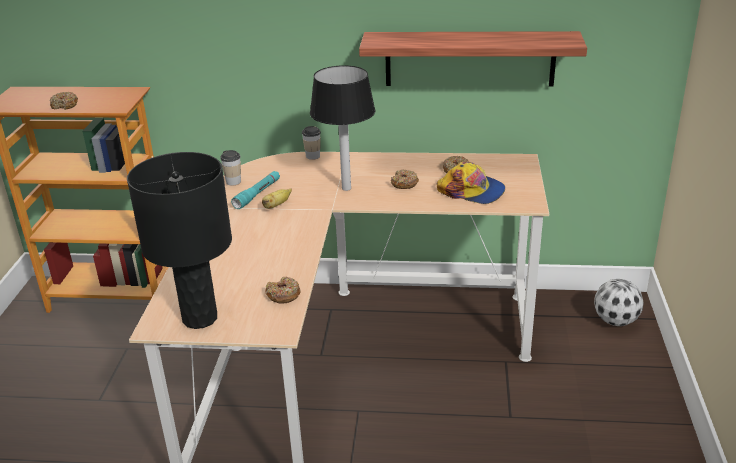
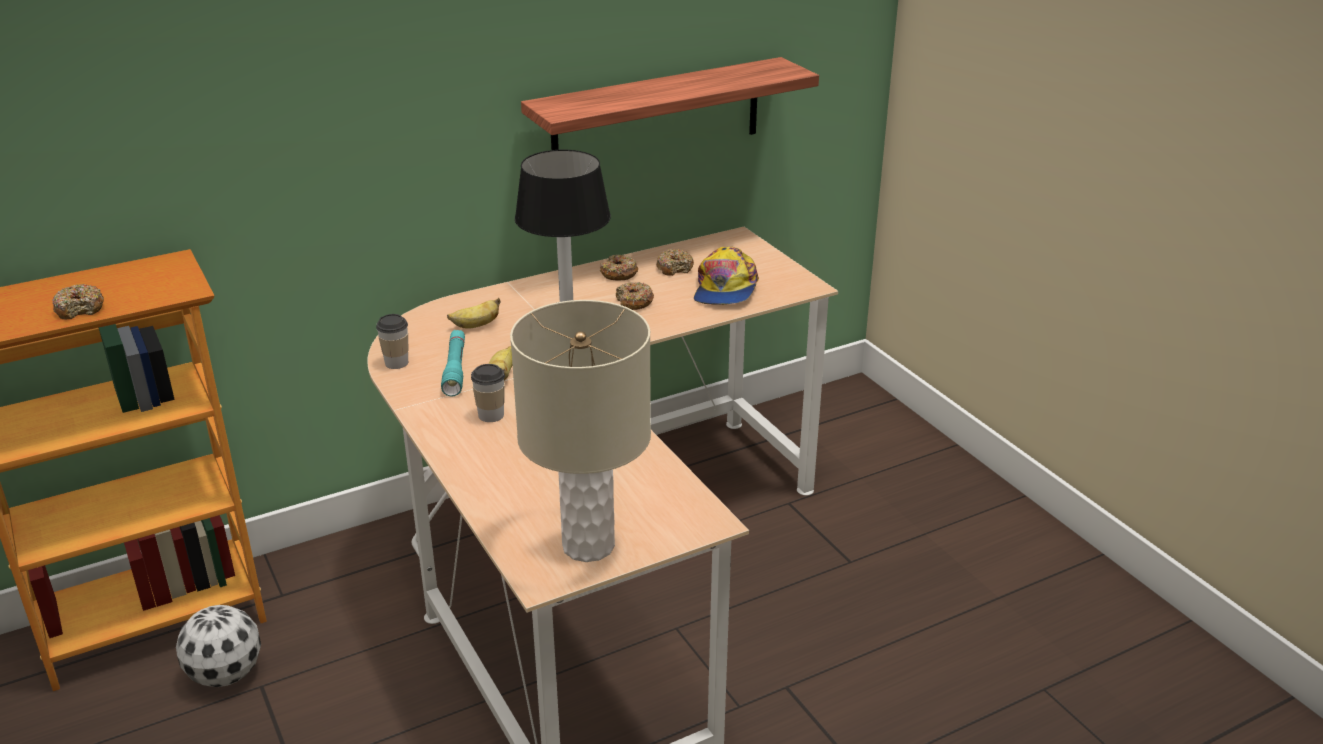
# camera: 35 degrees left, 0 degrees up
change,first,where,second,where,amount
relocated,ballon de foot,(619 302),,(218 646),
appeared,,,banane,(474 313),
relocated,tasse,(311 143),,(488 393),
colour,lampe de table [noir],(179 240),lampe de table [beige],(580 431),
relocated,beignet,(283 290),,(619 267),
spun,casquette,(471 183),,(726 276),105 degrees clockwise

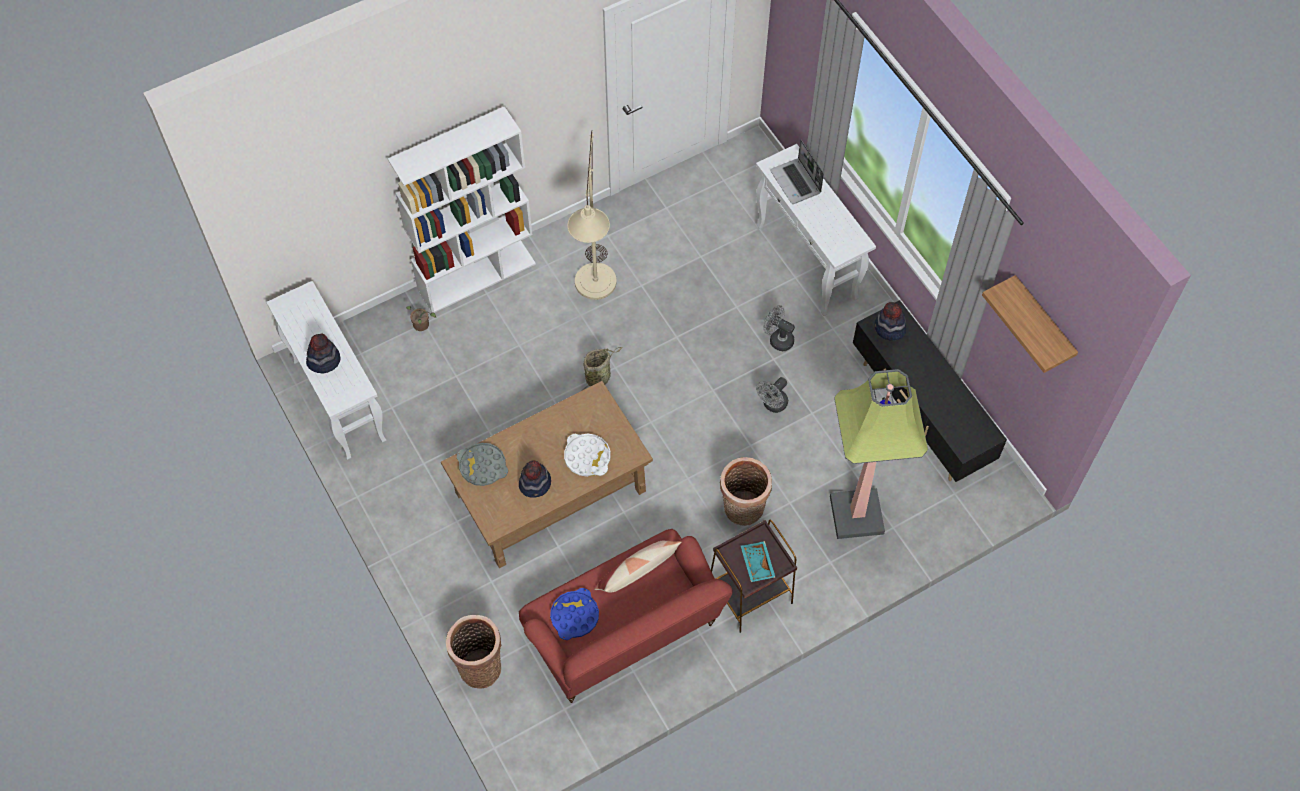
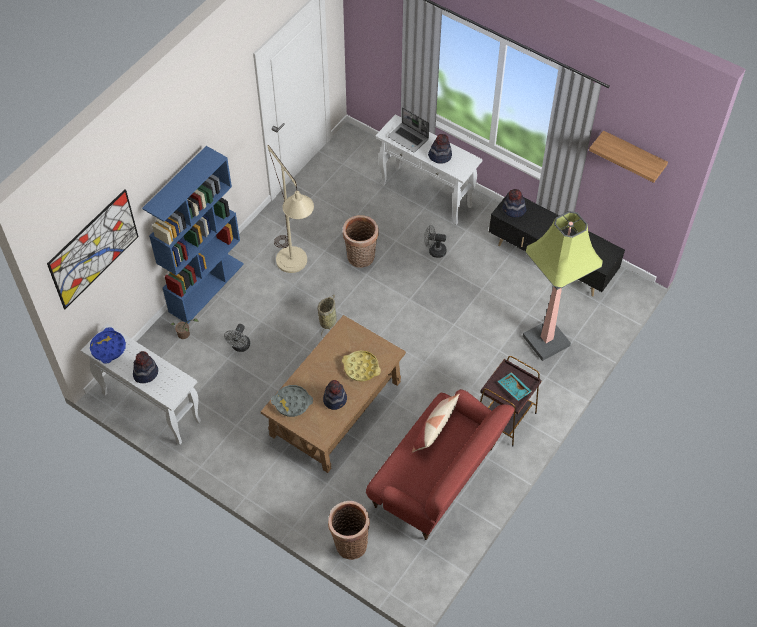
# camera: 25 degrees left, 5 degrees down
change,first,where,second,where,amount
appeared,,,tableau,(93 249),
relocated,plateau [bleu],(574 614),,(108 345),
colour,bibliothèque [blanc],(462 209),bibliothèque [bleu],(193 235),
relocated,ventilateur [gris],(772 395),,(237 338),
colour,plateau [blanc],(587 455),plateau [jaune],(361 366),
relocated,panier,(746 491),,(360 241),
appeared,,,chapeau,(440 149),

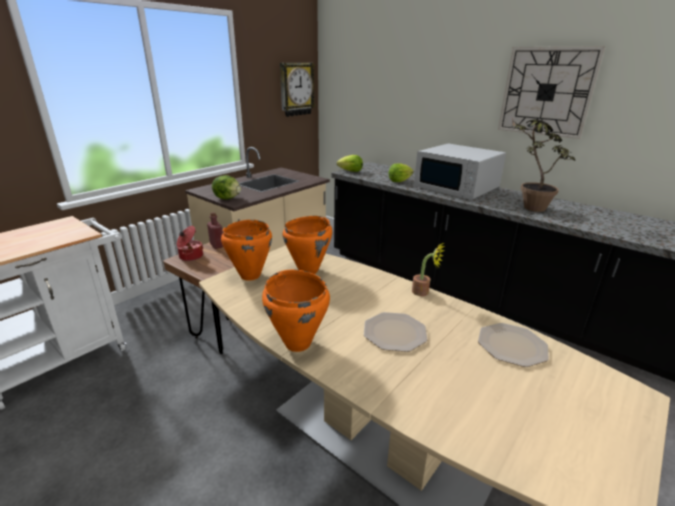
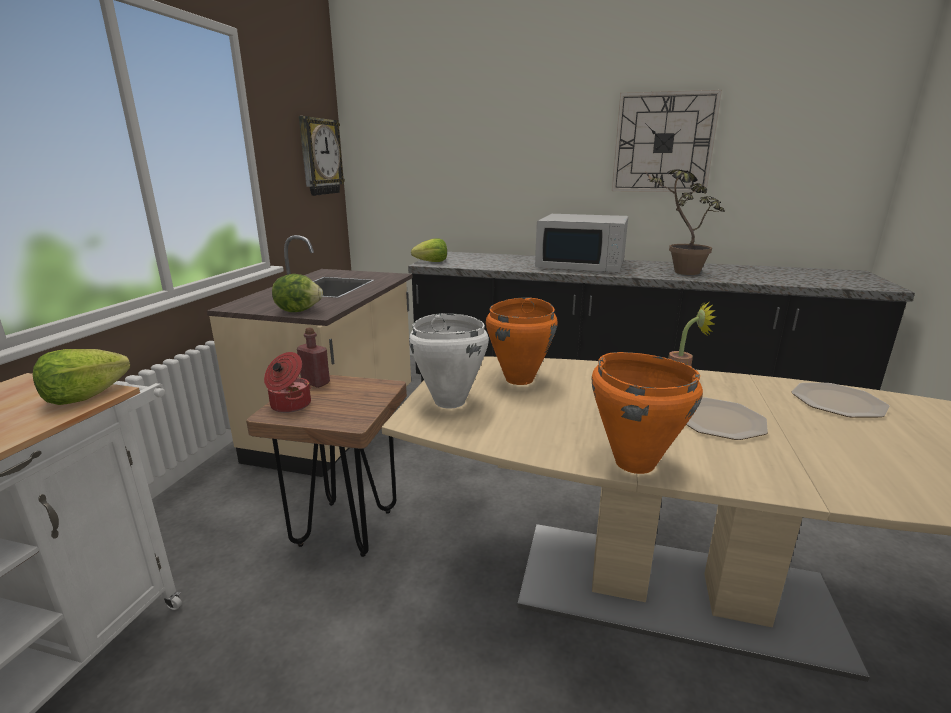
# camera: 25 degrees left, 5 degrees down
change,first,where,second,where,amount
relocated,laitue,(401 172),,(81 377),
colour,marmite [orange],(246 250),marmite [blanc],(449 361),

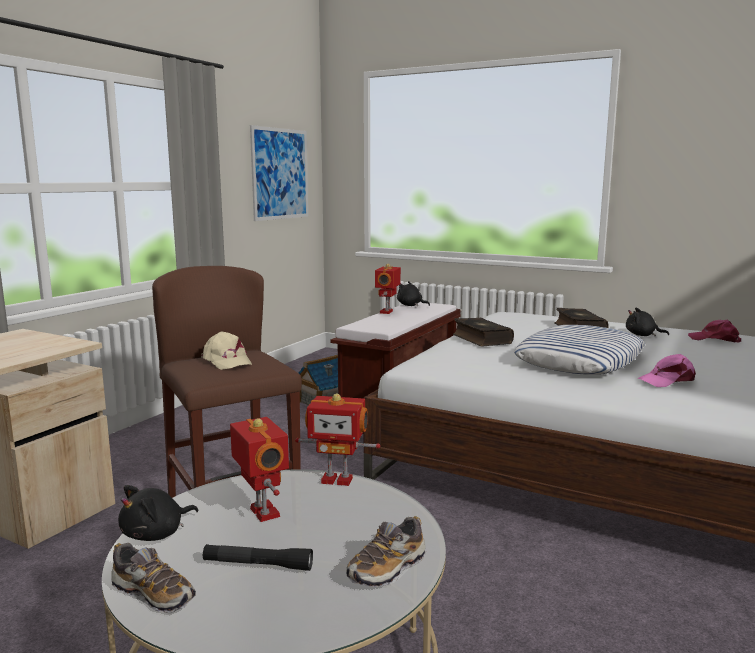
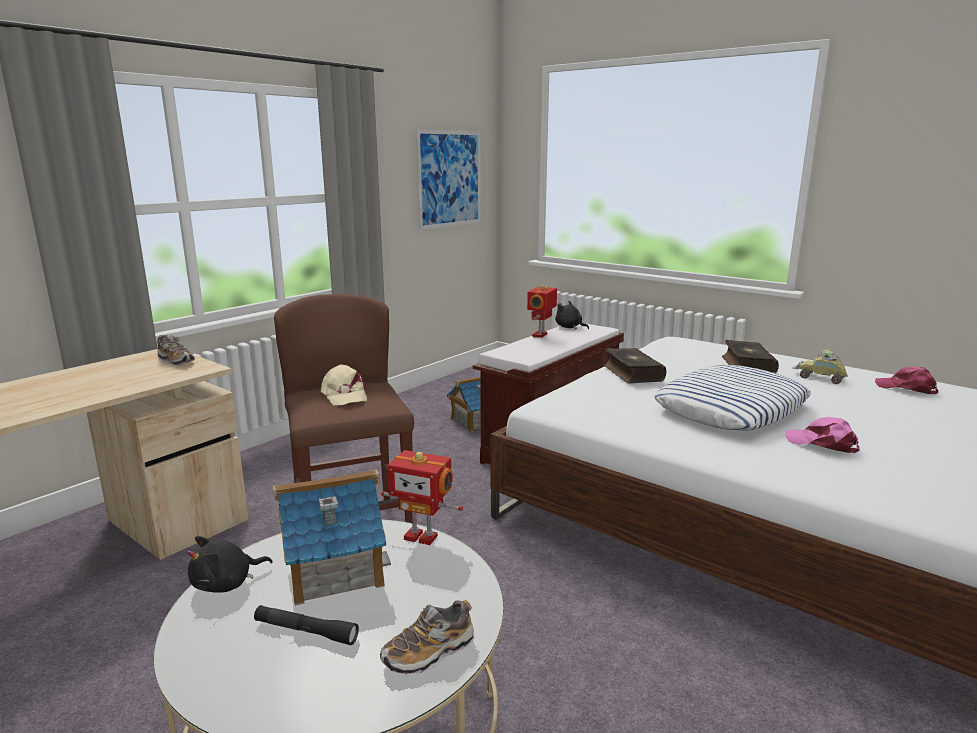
# camera: 10 degrees right, 5 degrees up
change,first,where,second,where,amount
relocated,chaussure,(153 578),,(176 350),
exchanged,robot jouet,(259 469),maison miniature,(332 537),
spun,casquette [rose],(666 370),,(822 435),45 degrees clockwise
exchanged,peluche [noir],(647 321),petite voiture,(820 367),

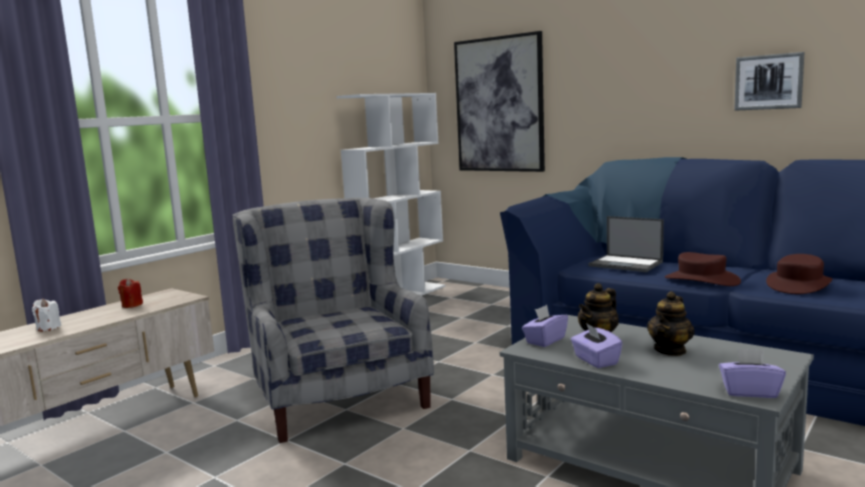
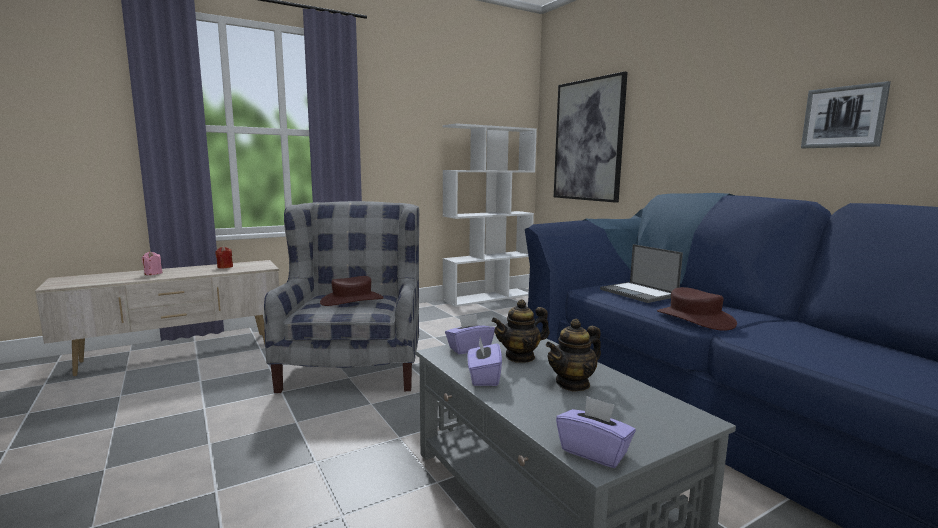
# camera: 20 degrees right, 0 degrees up
change,first,where,second,where,amount
colour,bougie [blanc],(47 315),bougie [rose],(152 263),
relocated,chapeau [marron],(799 274),,(352 291),

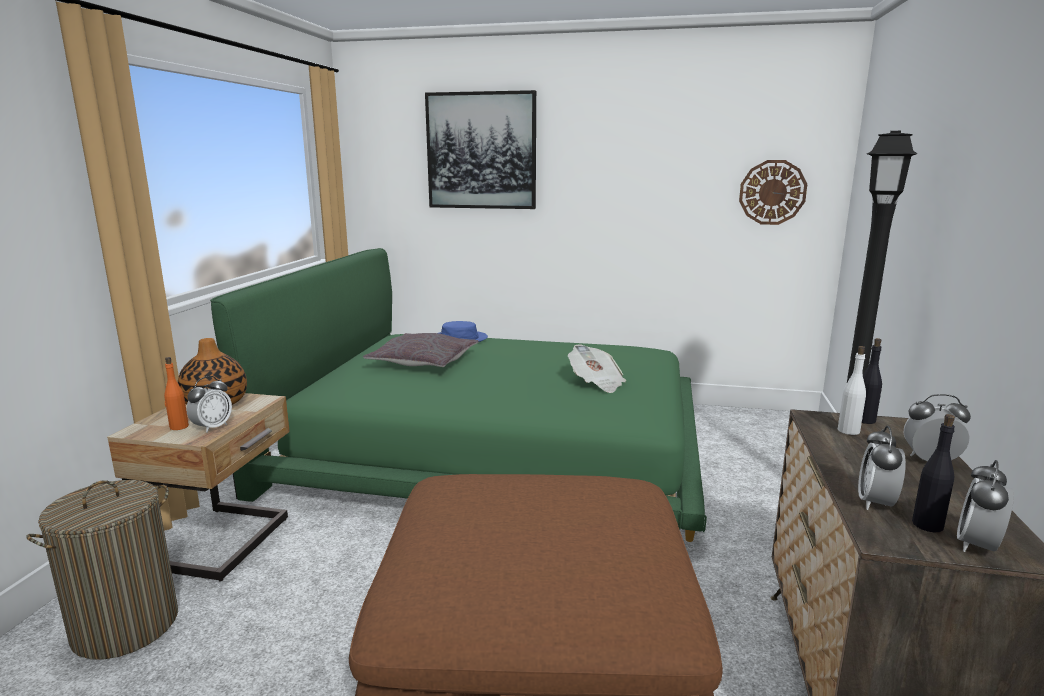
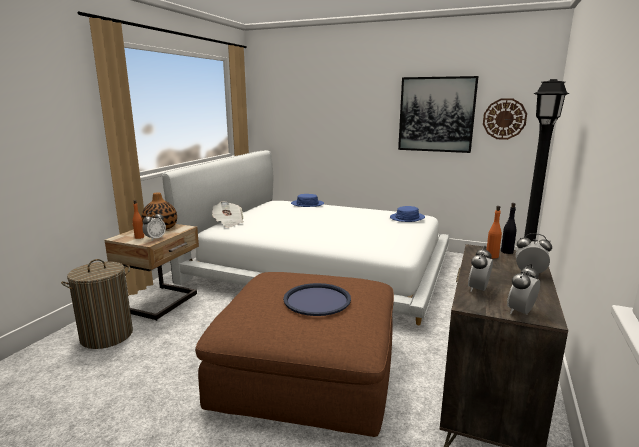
# camera: 10 degrees right, 0 degrees up
change,first,where,second,where,amount
colour,lit [vert],(458 395),lit [blanc],(306 237),
relocated,journal,(597 368),,(228 214),
appeared,,,plateau [bleu],(317 299),
appeared,,,chapeau [bleu],(407 214),
relocated,tableau,(480 149),,(438 114),
colour,bouteille [blanc],(852 390),bouteille [orange],(494 232),
missing,coussin [gris],(420 350),,,
missing,bouteille [noir],(933 473),,,

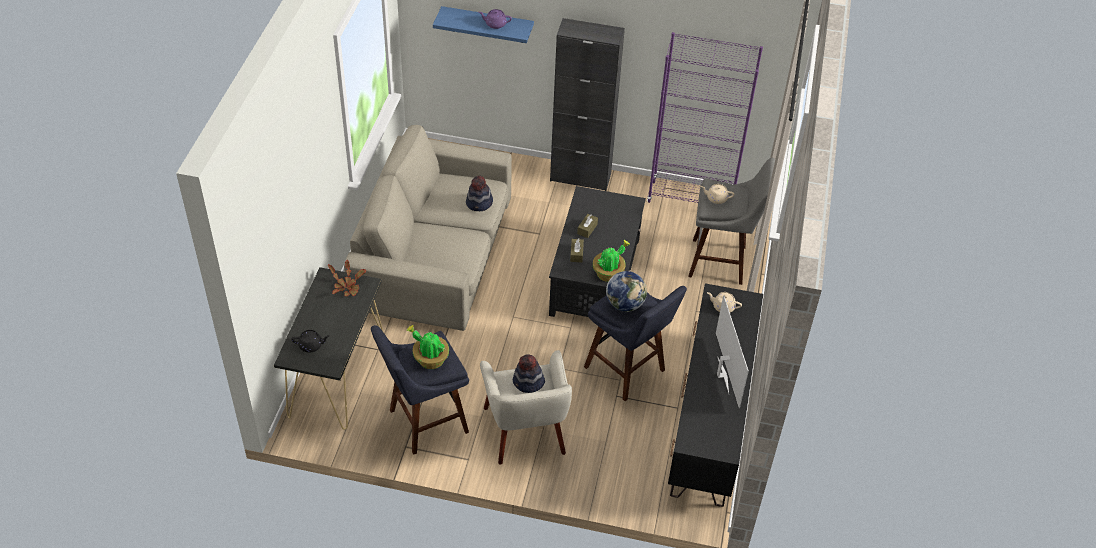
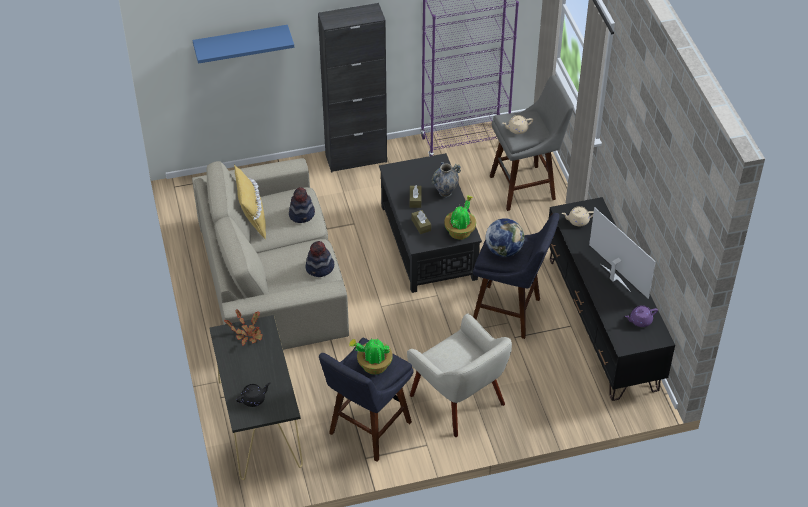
# camera: 25 degrees left, 0 degrees up
change,first,where,second,where,amount
appeared,,,coussin [jaune],(250 202),
relocated,chapeau,(529 373),,(320 259),
appeared,,,vase,(446 179),
relocated,théière [violet],(495 19),,(641 316),

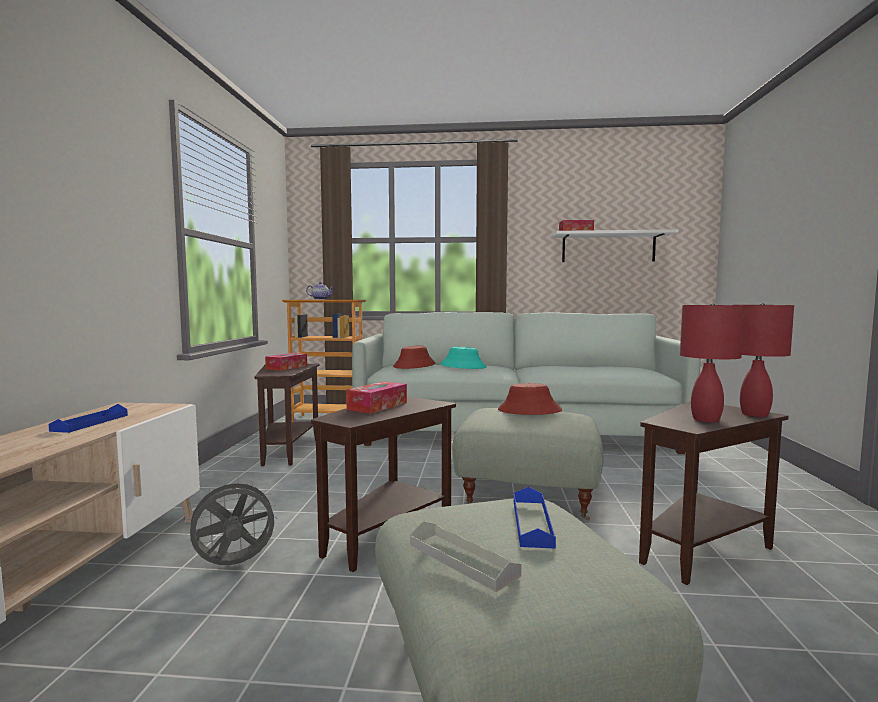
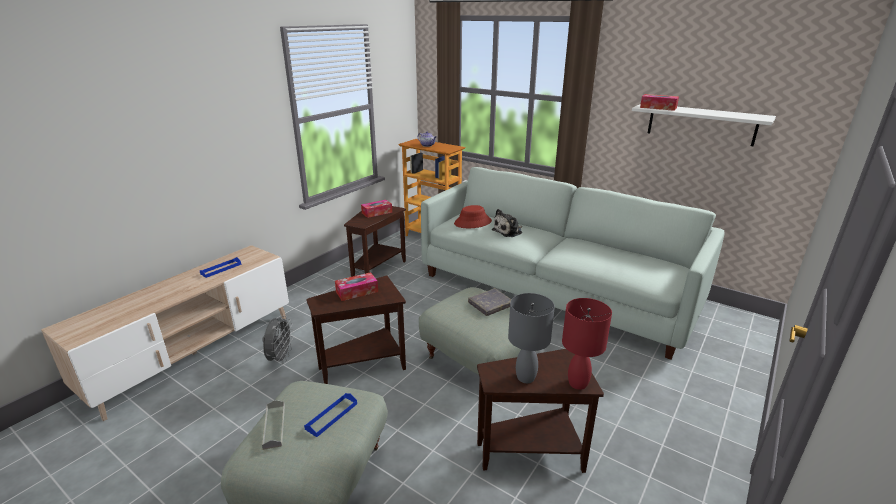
# camera: 30 degrees right, 20 degrees up
change,first,where,second,where,amount
spun,ventilateur [gris],(231 521),,(278 340),90 degrees clockwise
exchanged,chapeau [rouge],(530 399),livre [gris],(489 302),
exchanged,chapeau [turquoise],(463 358),peluche,(507 223),
colour,lampe de table [rouge],(712 362),lampe de table [gris],(531 338),

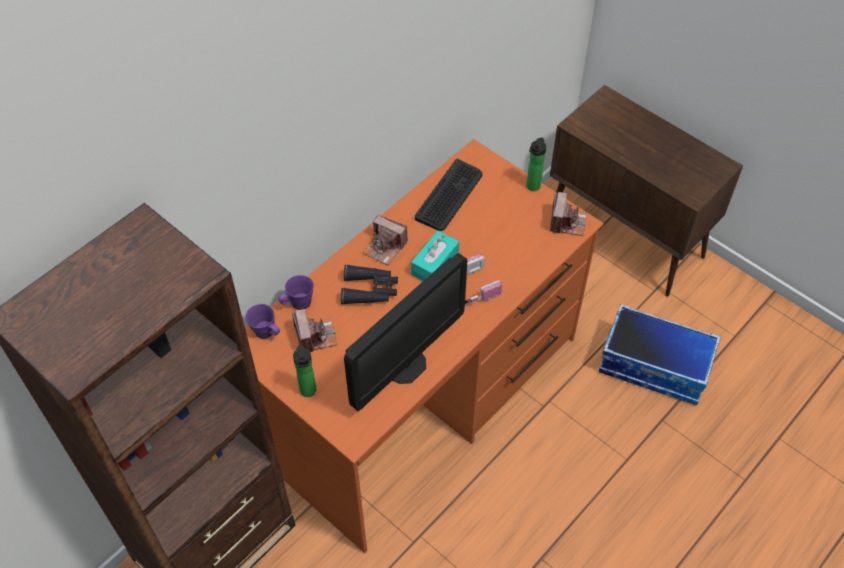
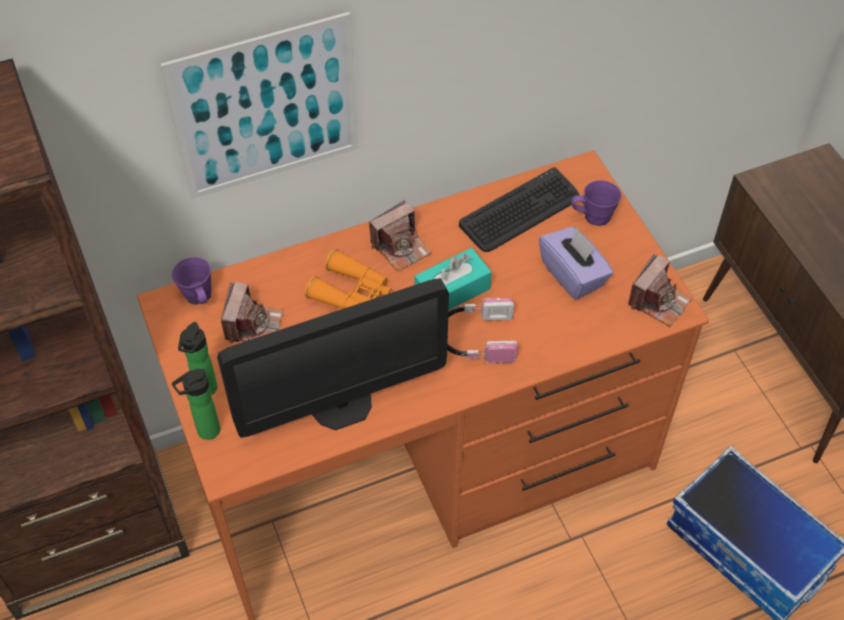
# camera: 25 degrees right, 0 degrees up
change,first,where,second,where,amount
appeared,,,tableau,(259 105),
relocated,bouteille,(536 164),,(196 404),
colour,jumelles [noir],(369 285),jumelles [orange],(348 279),
spun,appareil photo,(385 240),,(400 236),90 degrees counterclockwise
appeared,,,boîte à mouchoirs [violet],(576 263),
relocated,mug [violet],(296 292),,(596 203),

